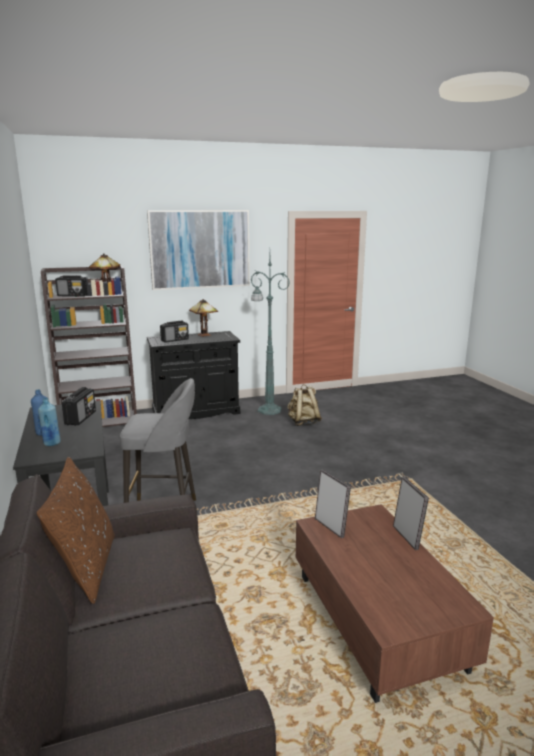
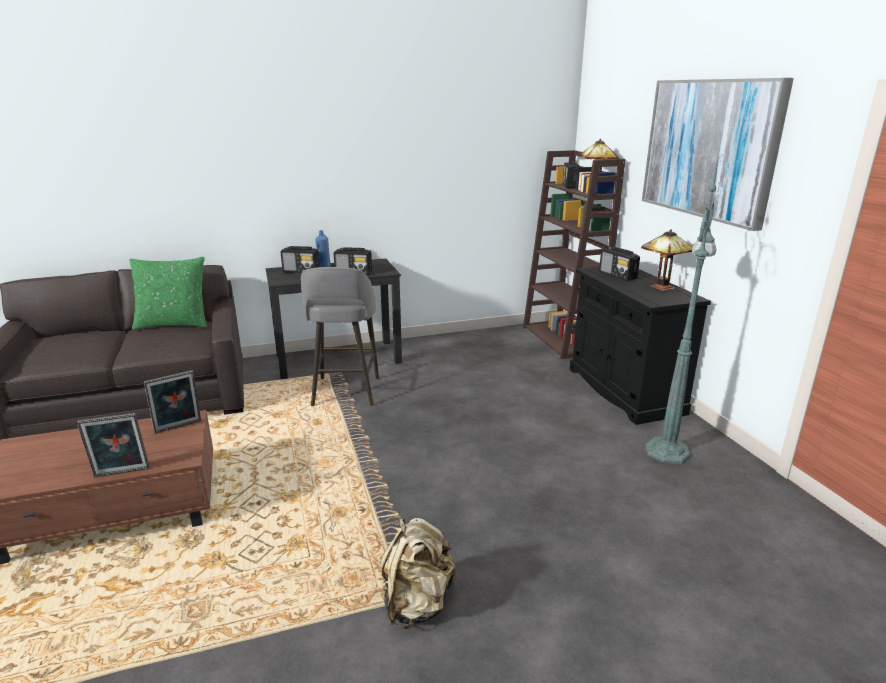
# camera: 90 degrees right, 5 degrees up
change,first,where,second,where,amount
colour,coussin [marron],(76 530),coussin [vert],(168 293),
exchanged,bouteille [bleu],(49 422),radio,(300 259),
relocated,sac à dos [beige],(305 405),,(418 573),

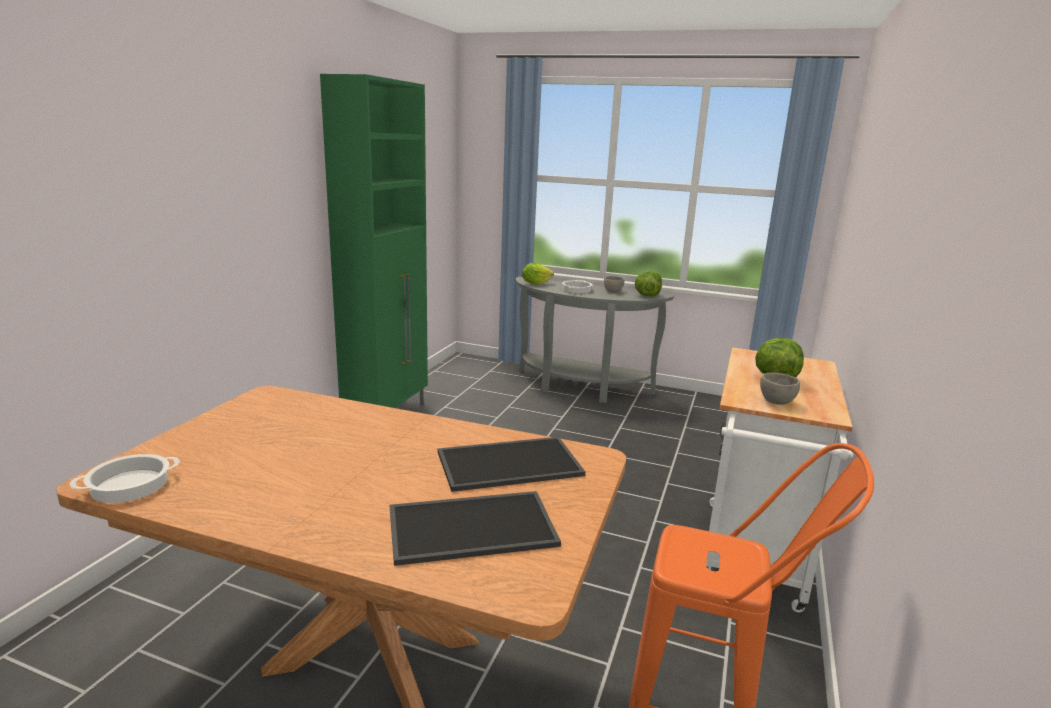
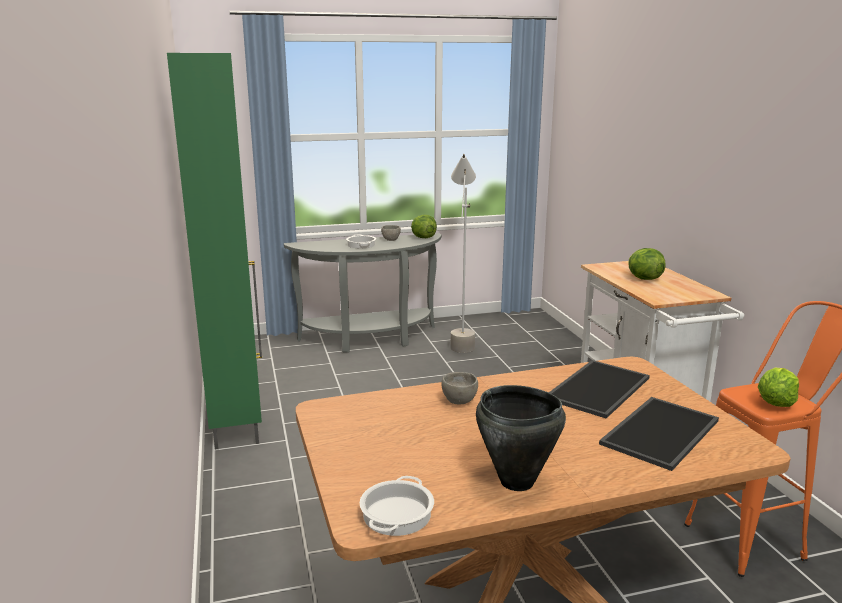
# camera: 35 degrees left, 0 degrees up
change,first,where,second,where,amount
relocated,bol [gris],(780 389),,(459 388),
appeared,,,lampadaire [gris],(463 253),
appeared,,,marmite [noir],(521 438),
relocated,laitue,(538 274),,(778 387),

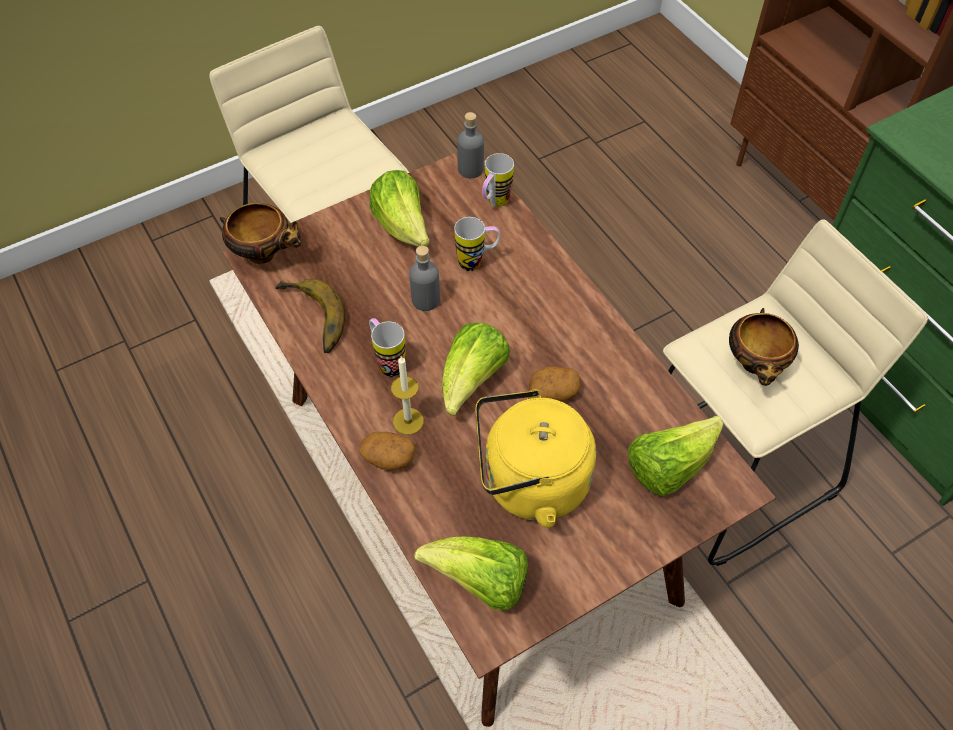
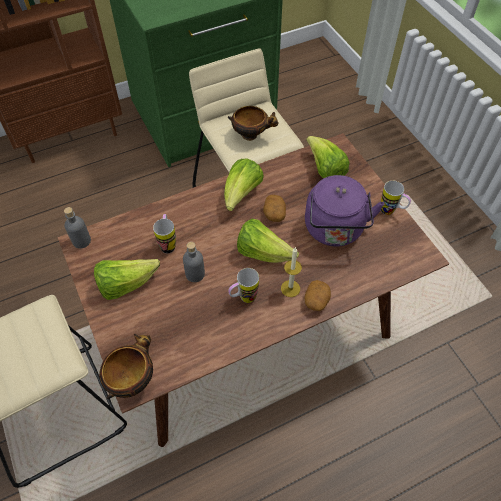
# camera: 85 degrees left, 0 degrees up
change,first,where,second,where,amount
relocated,laitue,(471 573),,(244 184),
colour,bouilloire [jaune],(535 459),bouilloire [violet],(344 211),
relocated,mug,(498 180),,(396 198),
missing,banane,(310 316),,,

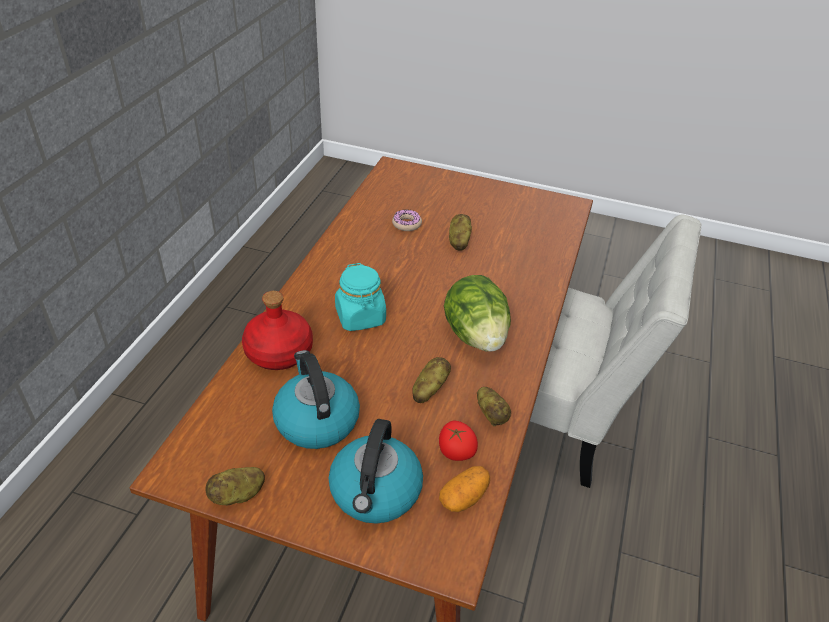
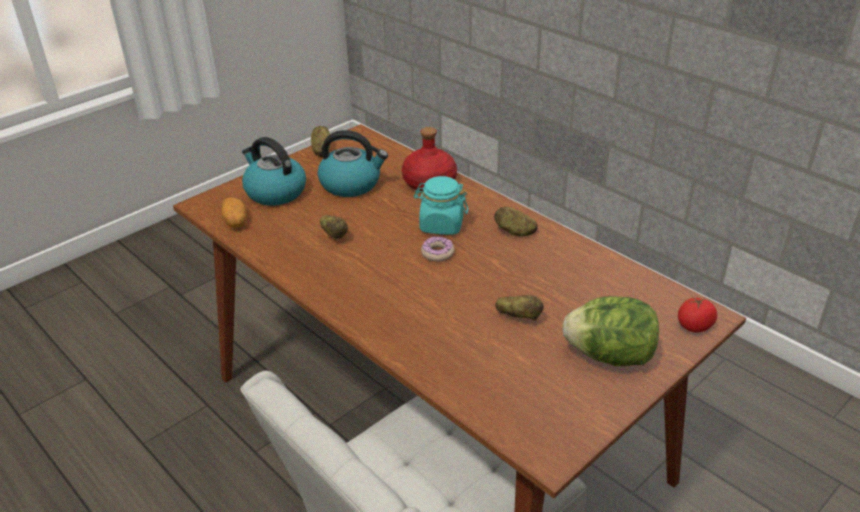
# camera: 120 degrees right, 5 degrees down
change,first,where,second,where,amount
relocated,beignet,(407 220),,(438 249),
relocated,pomme de terre,(494 406),,(515 221),
relocated,laitue,(477 313),,(610 331),
relocated,tomate,(458 440),,(697 315),

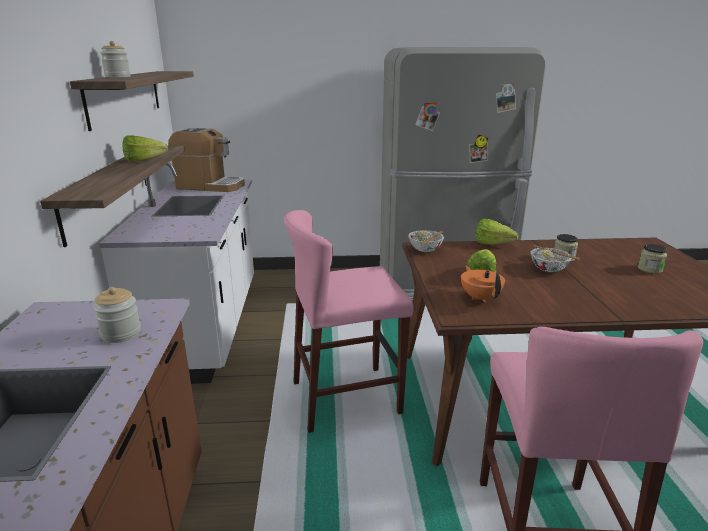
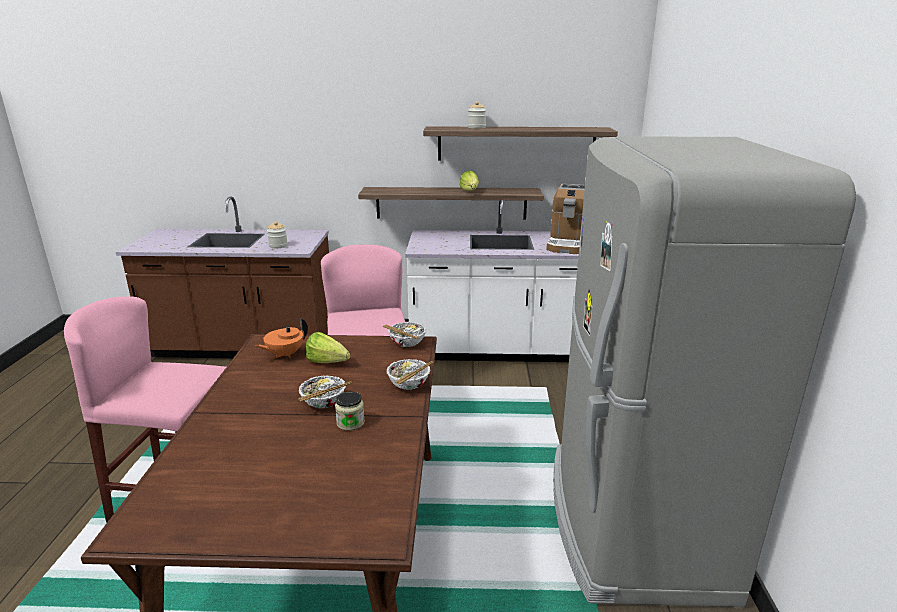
# camera: 95 degrees right, 0 degrees up
change,first,where,second,where,amount
spun,théière [orange],(483 284),,(281 338),150 degrees clockwise
exchanged,laitue,(496 231),bol,(410 374),
missing,bocal,(652 259),,,

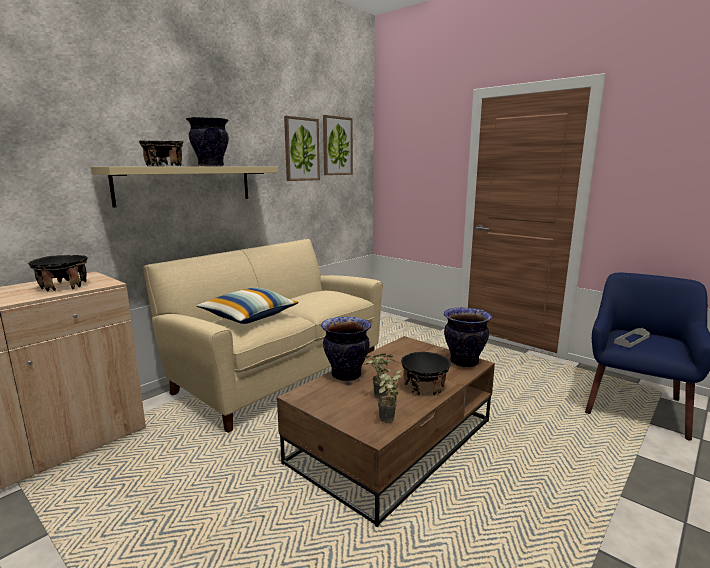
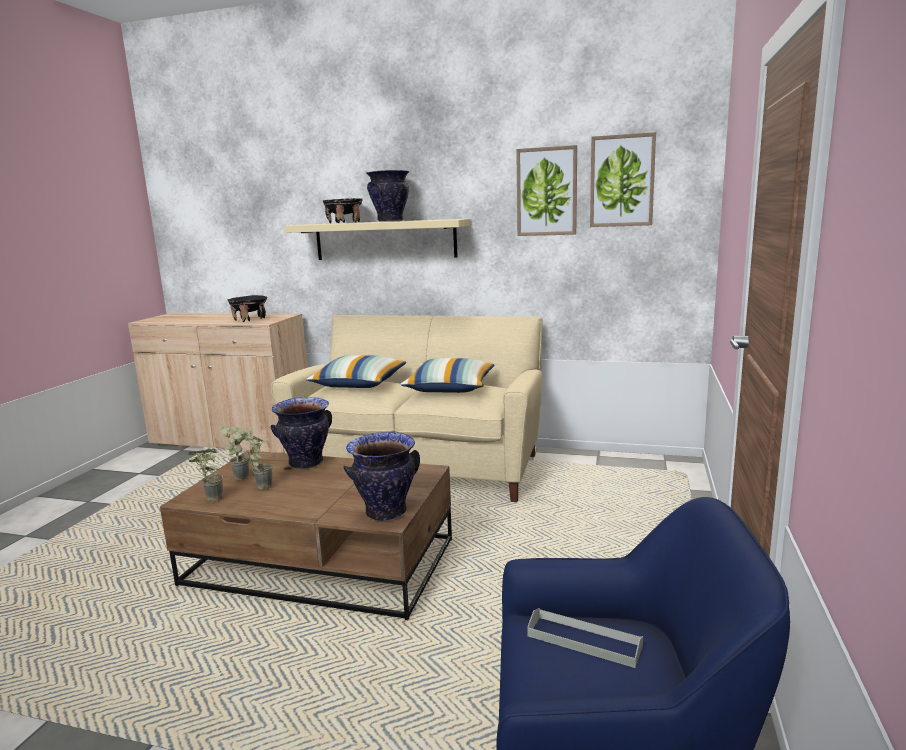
# camera: 65 degrees right, 0 degrees up
change,first,where,second,where,amount
appeared,,,plante en pot,(238 453),
appeared,,,coussin,(447 375),
missing,bol [noir],(426 374),,,

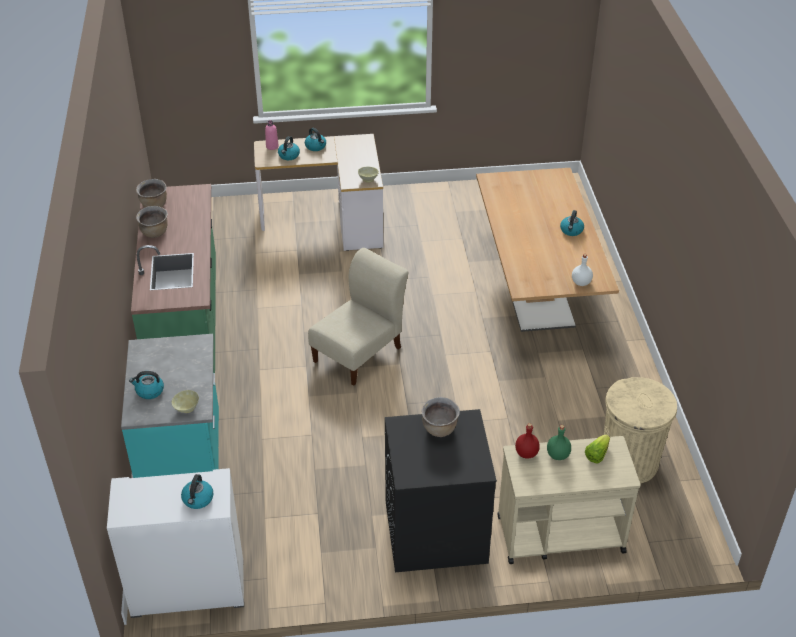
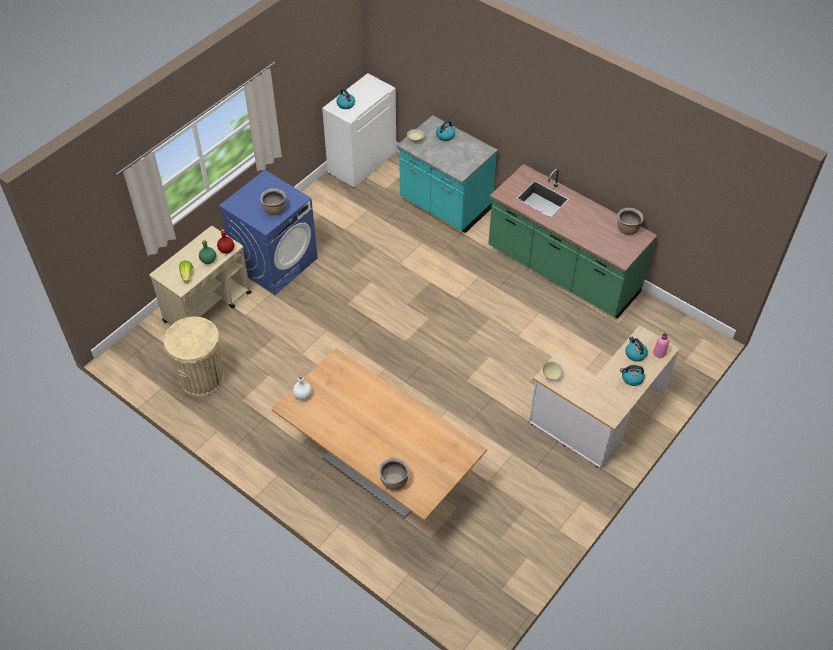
# camera: 135 degrees right, 10 degrees up
change,first,where,second,where,amount
colour,lave-linge [noir],(441 490),lave-linge [bleu],(268 232),
relocated,marmite [marron],(152 222),,(394 474),
missing,chaise [beige],(358 317),,,
missing,bouilloire,(572 223),,,

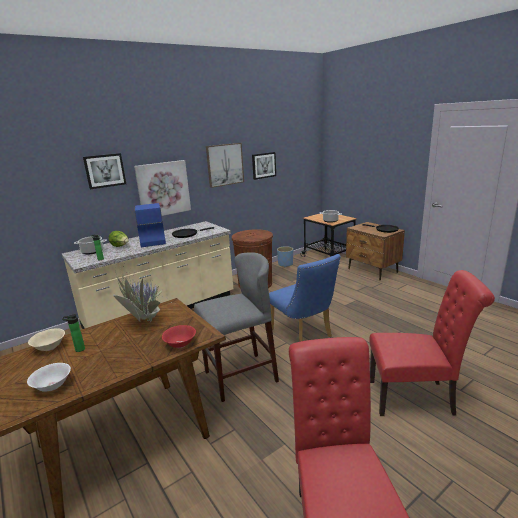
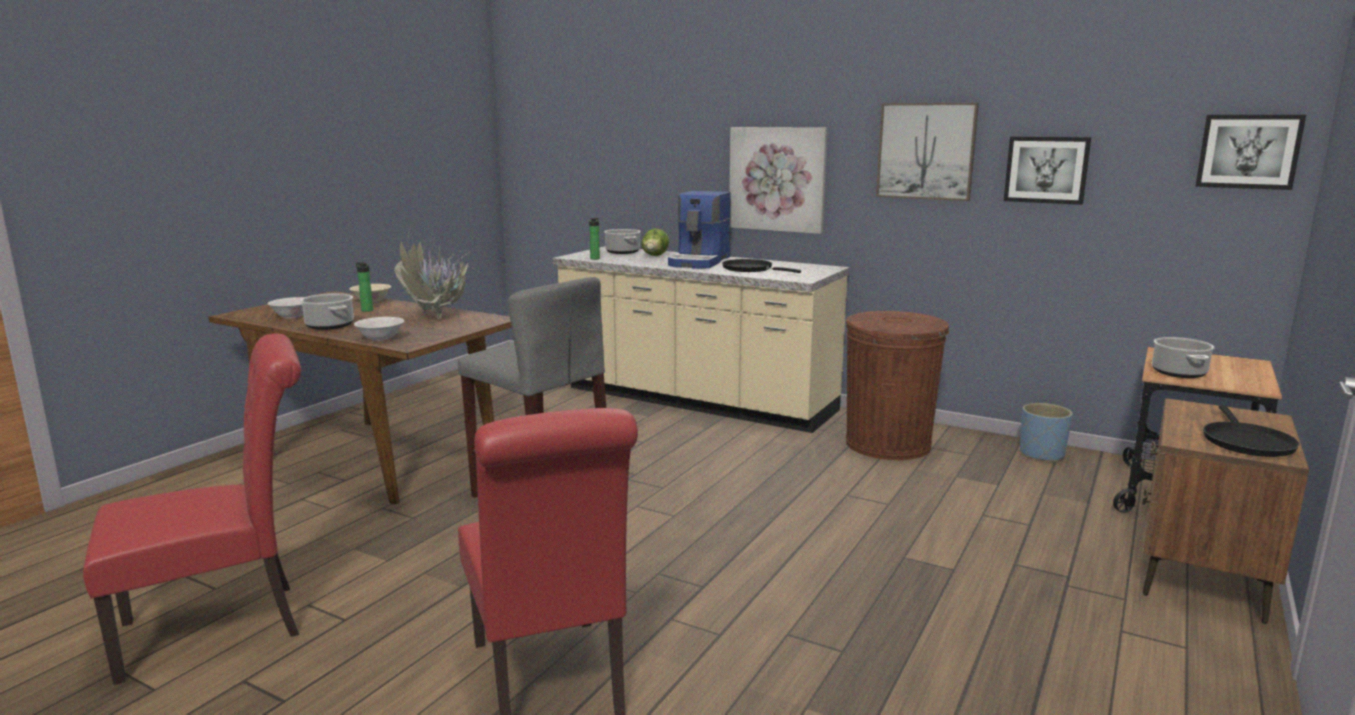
# camera: 65 degrees right, 5 degrees down
change,first,where,second,where,amount
appeared,,,marmite,(327 311),
colour,bol [rouge],(179 336),bol [blanc],(379 329),
spun,machine à café,(150 225),,(699 230),150 degrees clockwise
relocated,tableau,(104 171),,(1250 152),
missing,chaise [bleu],(305 298),,,

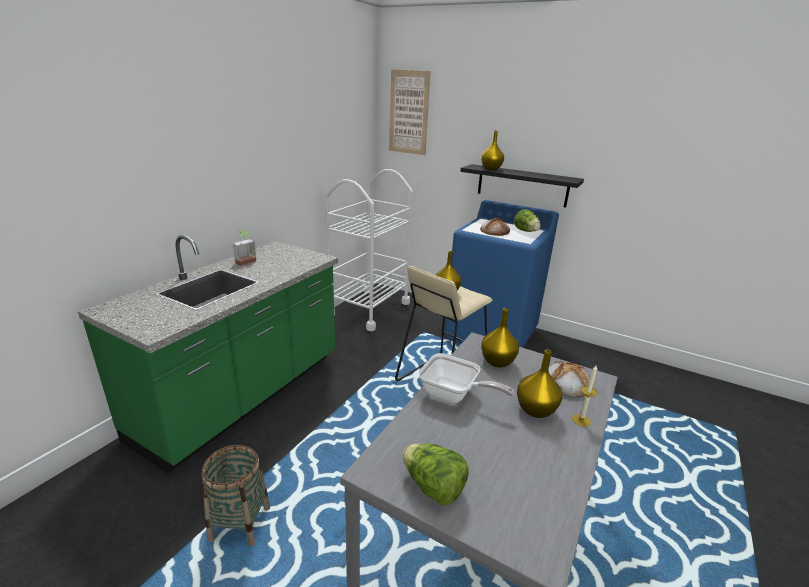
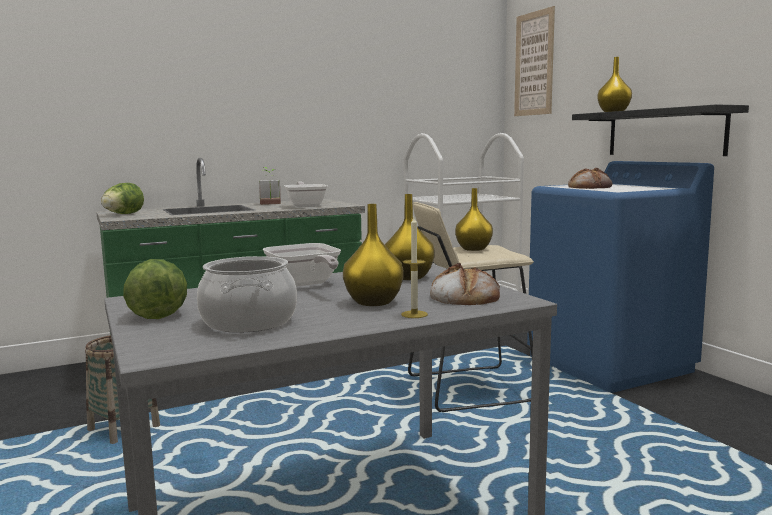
# camera: 35 degrees right, 15 degrees down
change,first,where,second,where,amount
relocated,laitue,(527 220),,(122 198),
appeared,,,marmite,(247 294),
appeared,,,poêle,(306 194),

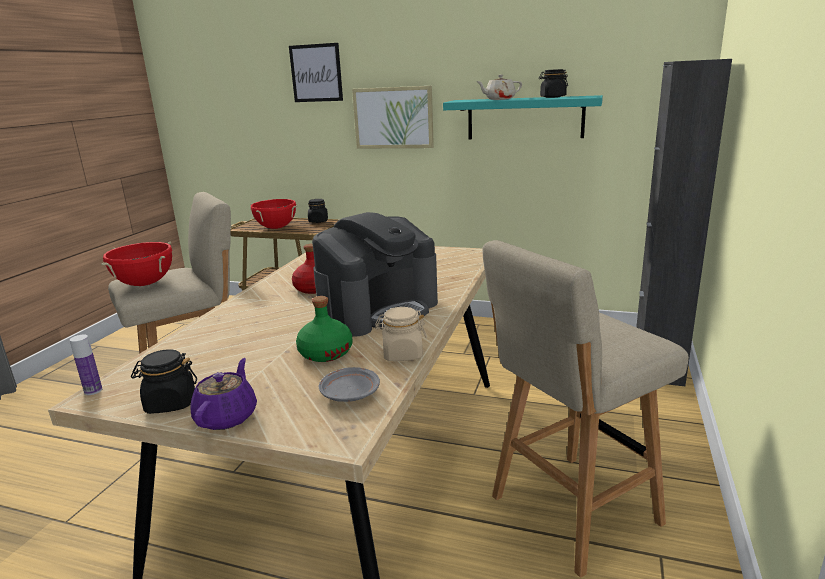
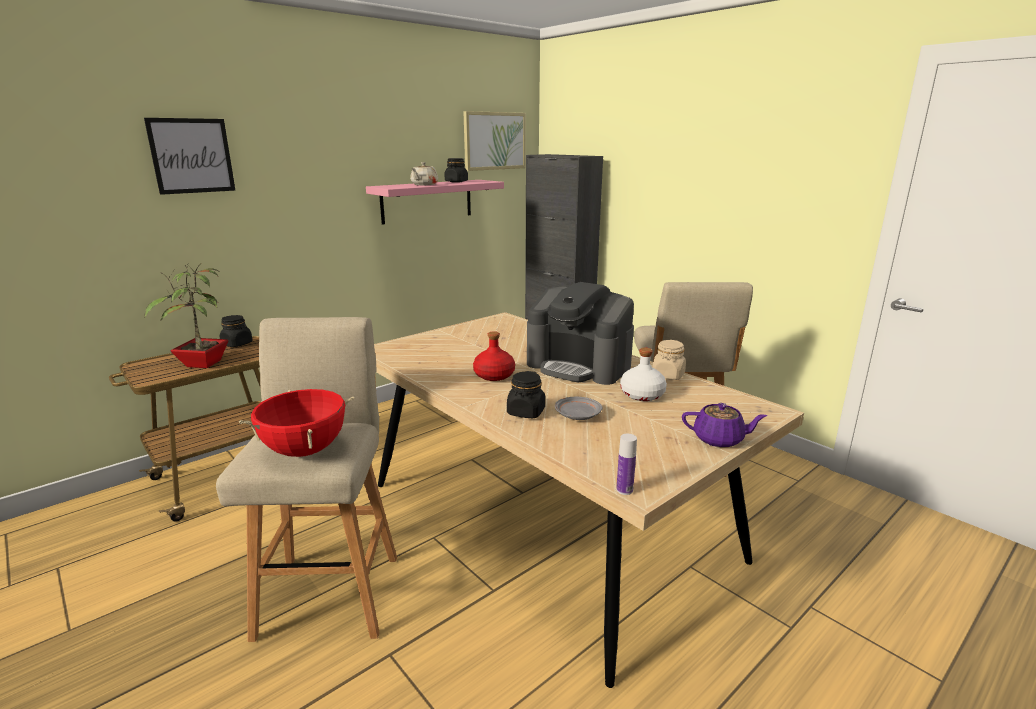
# camera: 60 degrees left, 0 degrees up
change,first,where,second,where,amount
exchanged,marmite [rouge],(273 214),plante en pot,(186 316),
colour,étagère [turquoise],(523 117),étagère [rose],(435 202),
relocated,tableau,(393 117),,(494 141),
relocated,bocal [noir],(164 381),,(526 394),
spun,machine à café,(375 274),,(580 333),135 degrees clockwise
relocated,assiette [gris],(349 384),,(578 408),
colour,bouteille [vert],(324 329),bouteille [blanc],(643 374),
spun,théière [violet],(223 394),,(724 425),150 degrees clockwise

